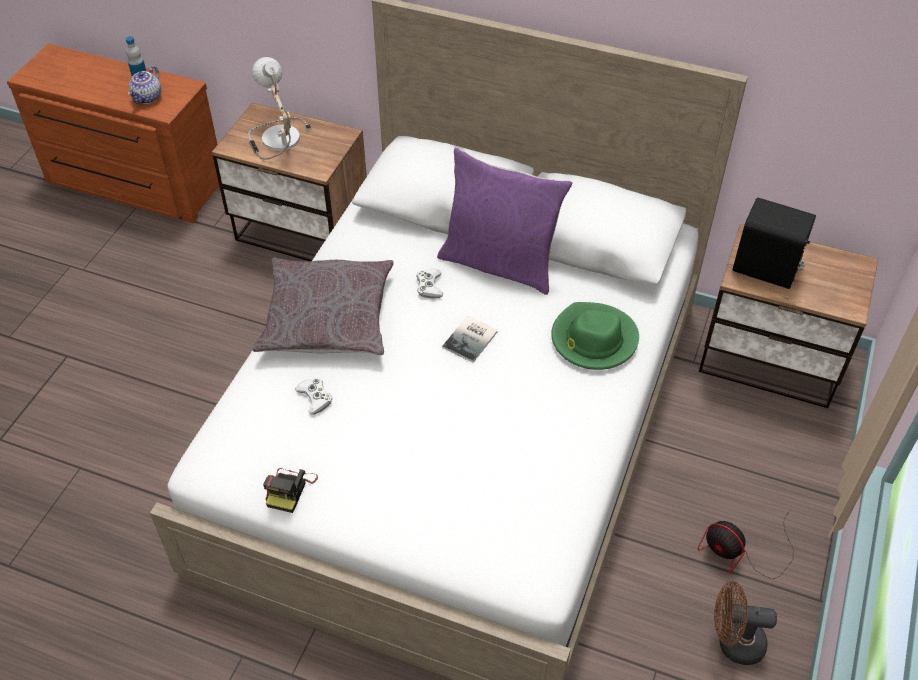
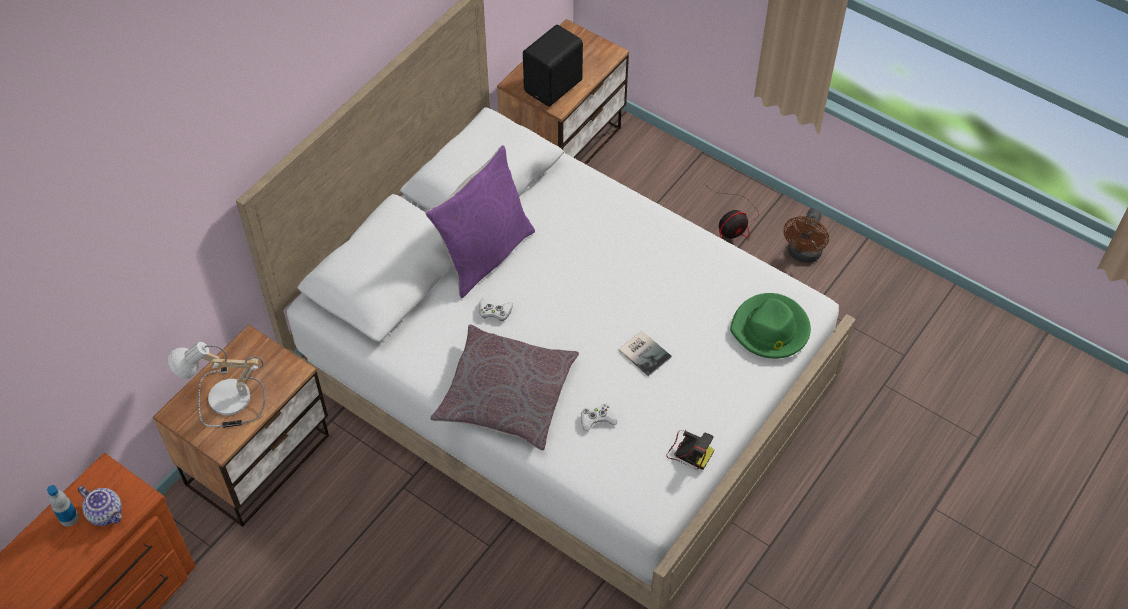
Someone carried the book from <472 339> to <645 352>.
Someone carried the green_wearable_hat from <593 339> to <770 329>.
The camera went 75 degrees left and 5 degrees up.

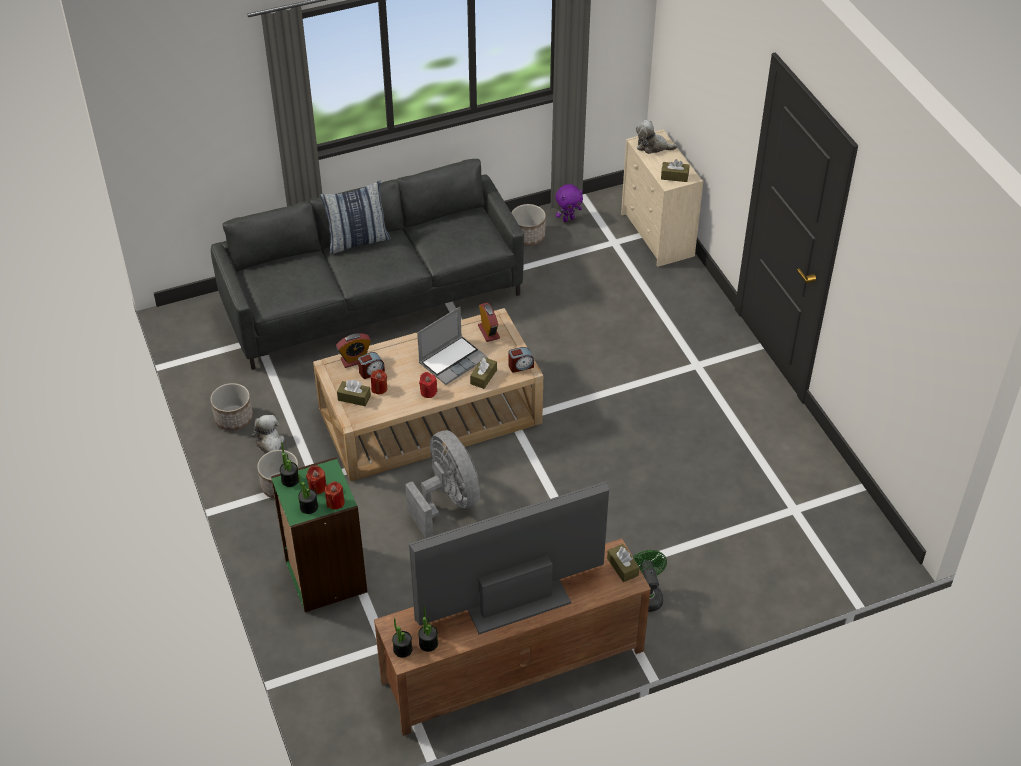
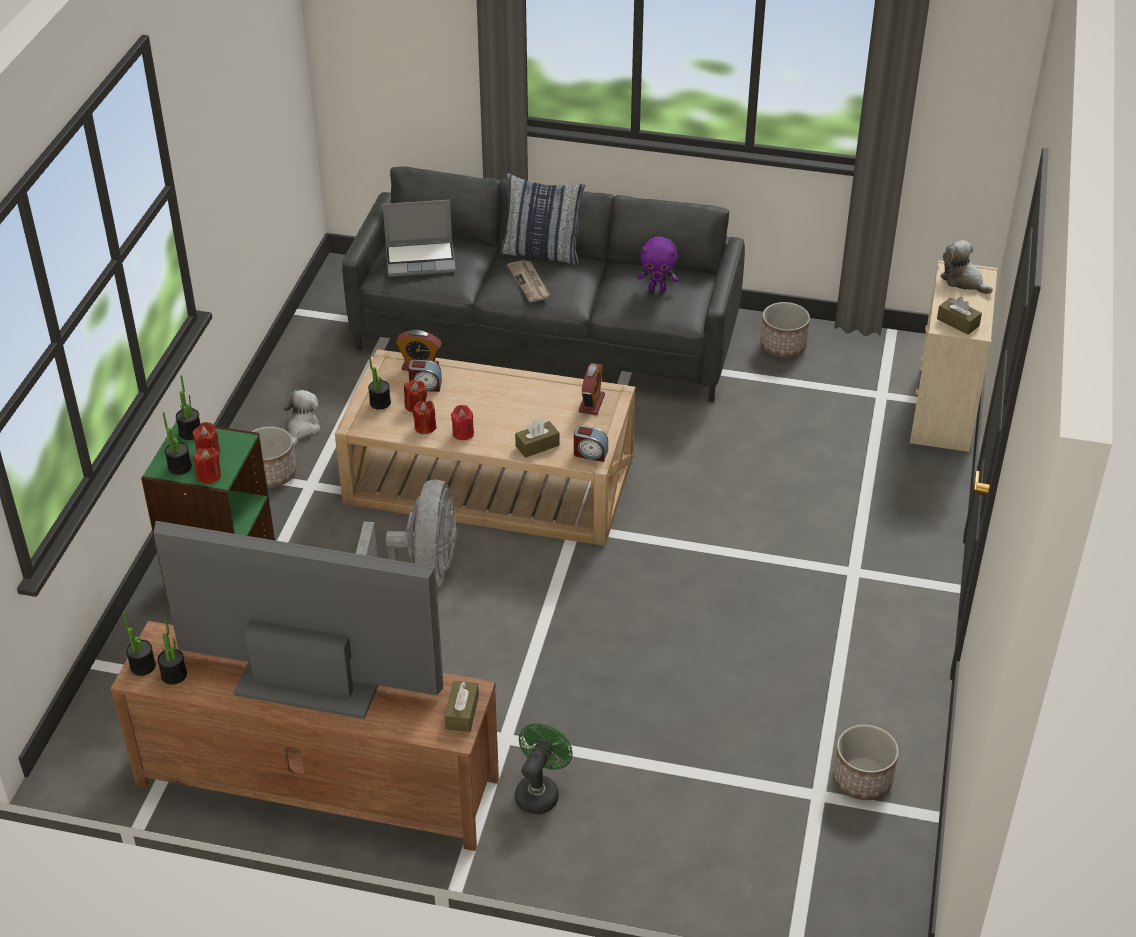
Someone put down the reddish_candle at <425 427>.
Someone put down the printed_paper at <529 283>.
Someone carried the planter from <234 418> to <862 779>.
Someone carried the laptop from <453 360> to <421 259>.
Someone carried the purple_plush_toy from <568 219> to <657 289>.
Someone swapped the brown-coloured_box_of_tissues at <354 398> for the potted_plant at <380 403>.
The camera went 35 degrees right and 5 degrees down.

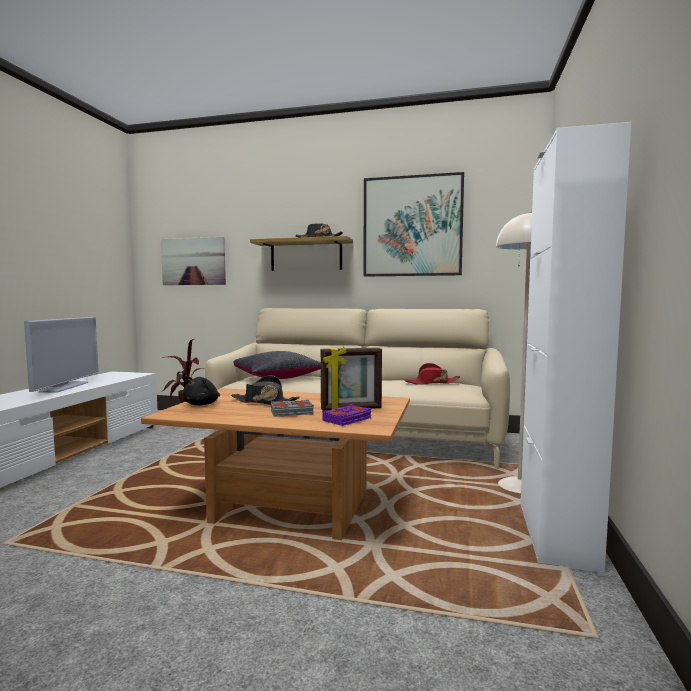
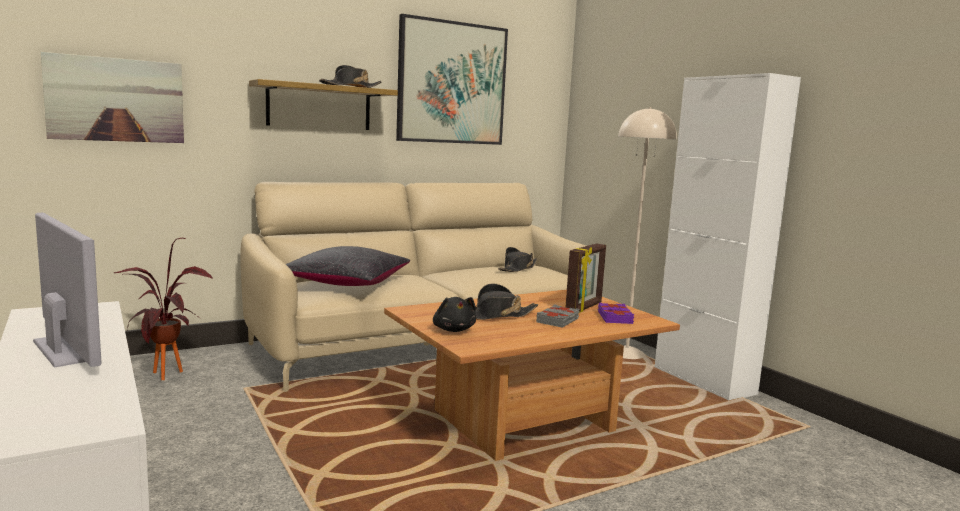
Someone repainted the reddish_wearable_hat at <432 383>, which became the black_wearable_hat at <517 268>.
The camera went 45 degrees left and 5 degrees up.

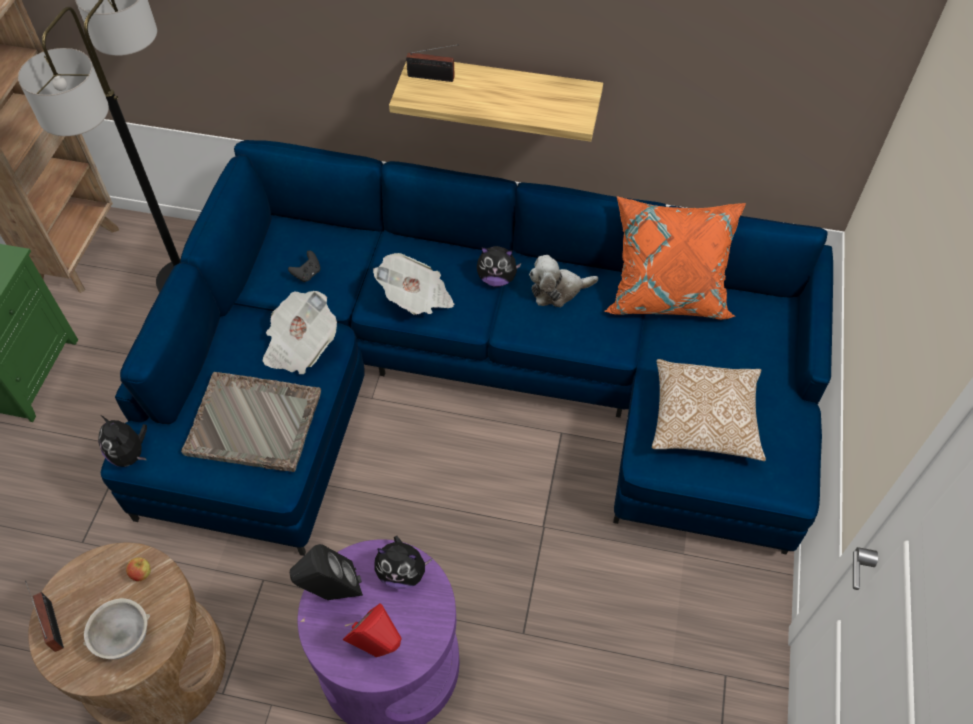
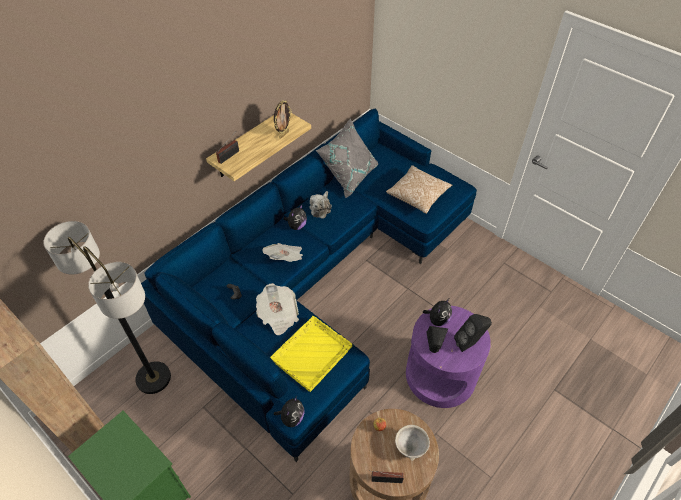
Someone put down the photo_frame at <283 134>.
Someone repainted the grey_tray at <255 423>, which became the yellowish_tray at <312 353>.
Someone repainted the reddish_speaker at <379 649>, which became the black_speaker at <469 343>.
Someone repainted the orange-coloured_pillow at <667 293>, which became the grey_pillow at <349 176>.
Someone rotated the plush_toy at <130 454> by 60 degrees counterclockwise.
The camera went 60 degrees left and 5 degrees down.

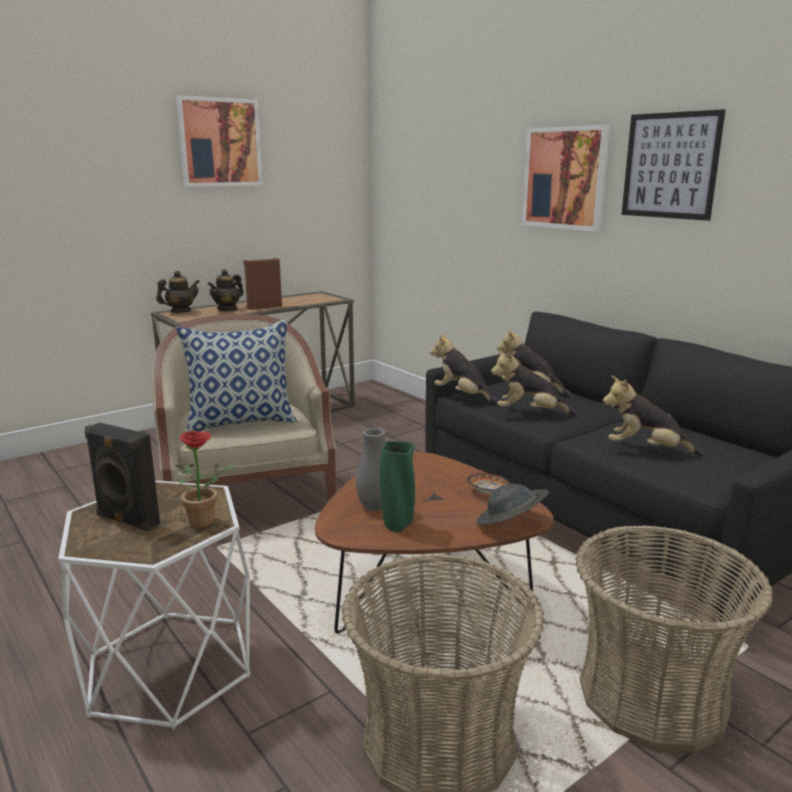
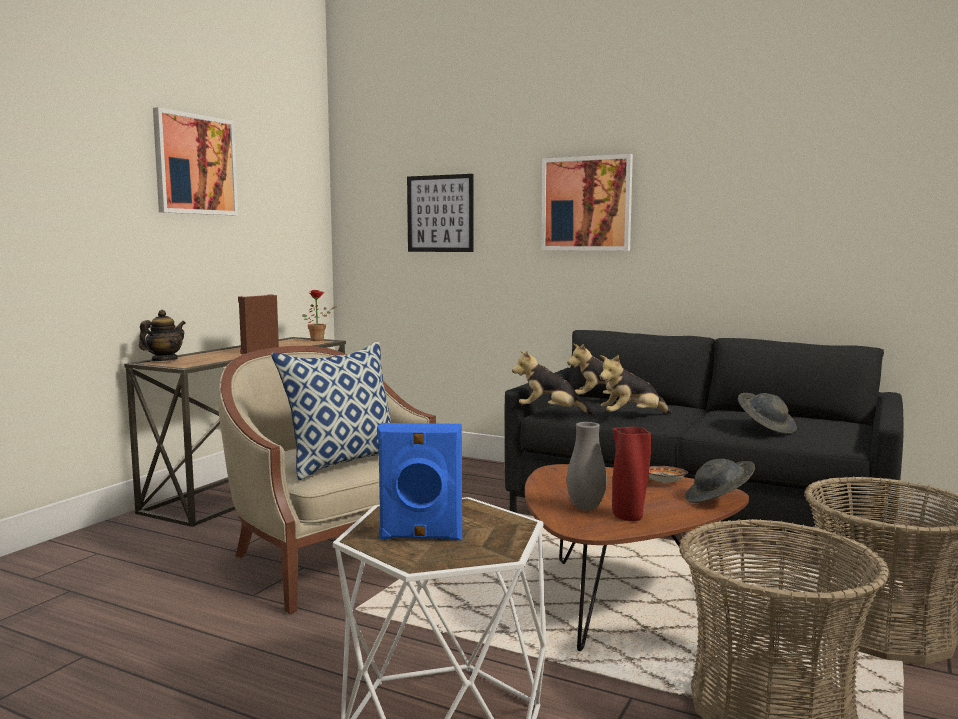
Someone took away the teapot at <227 309>.
Someone carried the potted_plant from <207 521> to <319 340>.
Someone carried the wall_art from <670 166> to <440 213>.
Someone swapped the plush_toy at <646 450> for the grey_wearable_hat at <766 428>.
Someone repainted the black_speaker at <126 521>, which became the blue-coloured_speaker at <421 537>.
Someone repainted the green_decorative_vase at <397 526>, which became the reddish_decorative_vase at <629 517>.
The camera went 25 degrees left and 10 degrees down.

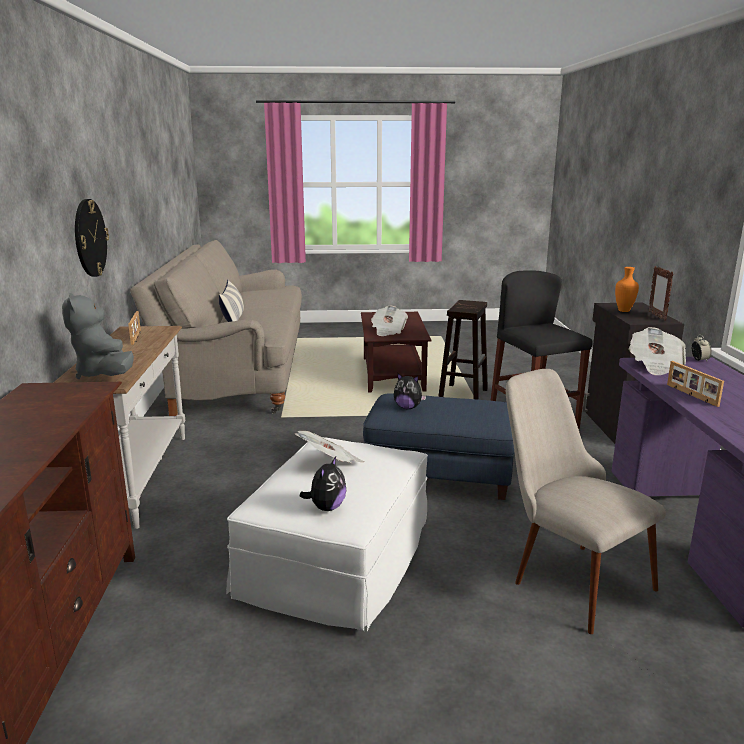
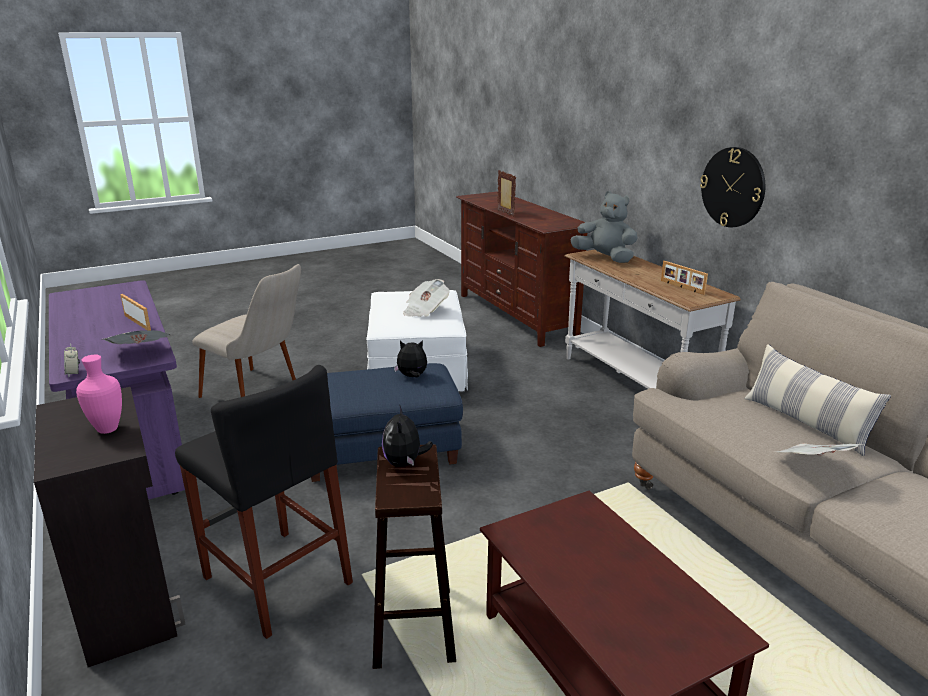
Someone carried the plush_toy from <326 507> to <405 463>.
Someone carried the printed_paper from <388 331> to <813 466>.
Someone carried the photo_frame from <657 316> to <505 213>.
Someone repainted the orange-coloured_decorative_vase at <624 311>, which became the pink-coloured_decorative_vase at <107 429>.
The camera went 155 degrees right and 5 degrees up.

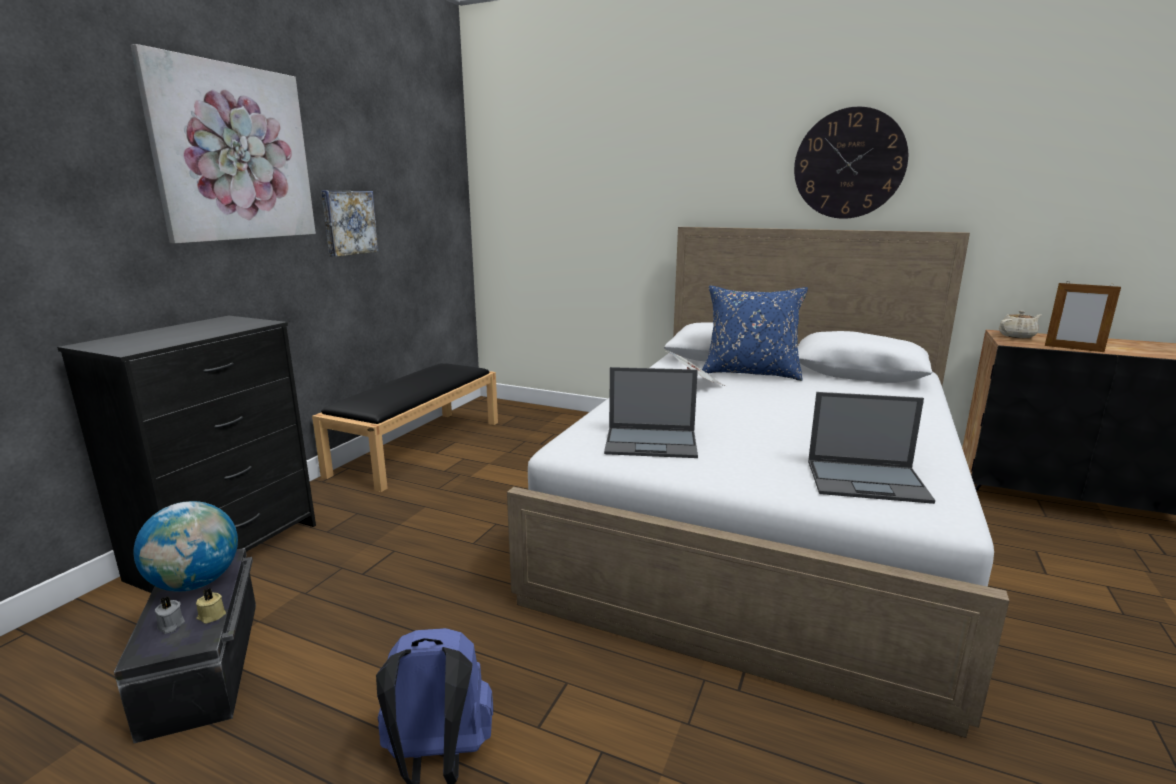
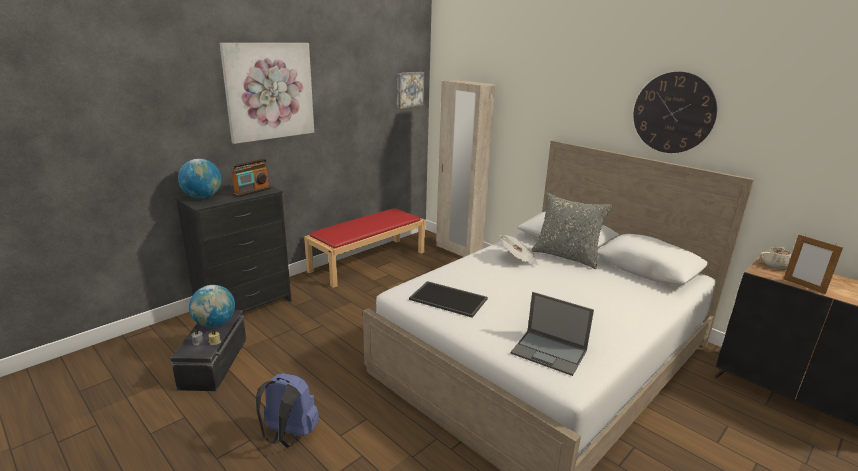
Someone put down the world_globe at <203 197>.
Someone put down the radio_set at <251 191>.
Someone put down the beige_armoire at <458 250>.
Someone carried the wall_art from <348 222> to <409 89>.
Someone swapped the laptop at <652 443> for the tray at <449 299>.
Someone repainted the black_long_seat at <419 446>, which became the reddish_long_seat at <368 261>.
Someone repainted the blue-coloured_pillow at <750 373>, which became the grey_pillow at <566 256>.
The camera went 20 degrees right and 5 degrees up.

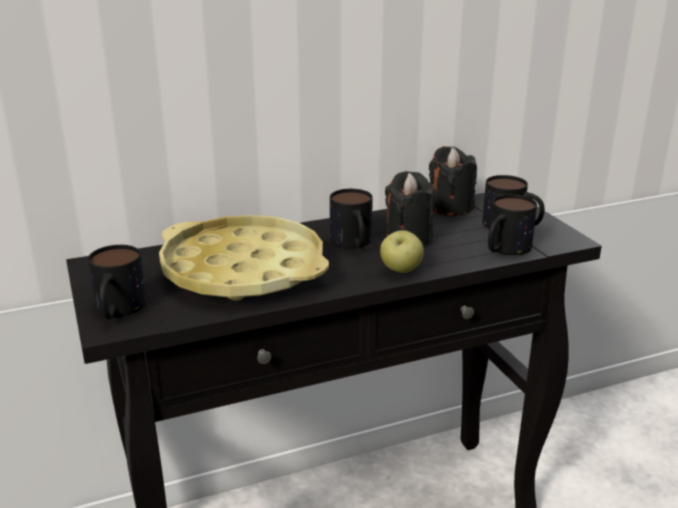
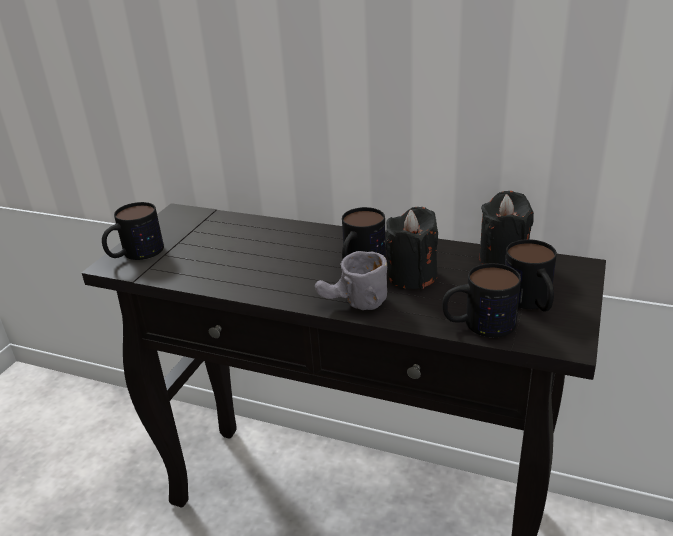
Someone took away the yellowish_tray at <243 270>.
Someone swapped the whole_apple at <401 271> for the grey_tea_mug at <353 304>.
The camera went 45 degrees right and 5 degrees up.

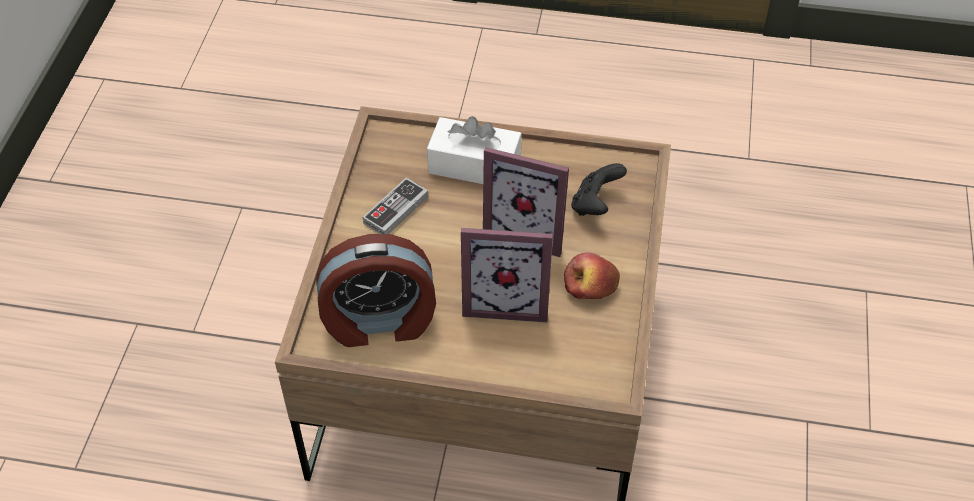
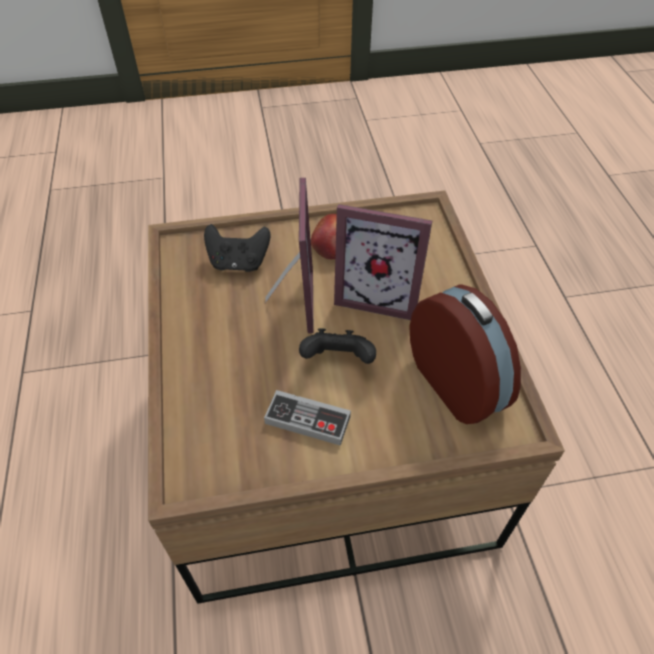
Someone took away the whitish_box_of_tissues at <474 165>.
Someone put down the black_game_controller at <338 360>.
Someone rotated the photo_frame at <506 299> by 120 degrees clockwise.
The camera went 110 degrees left and 0 degrees up.

